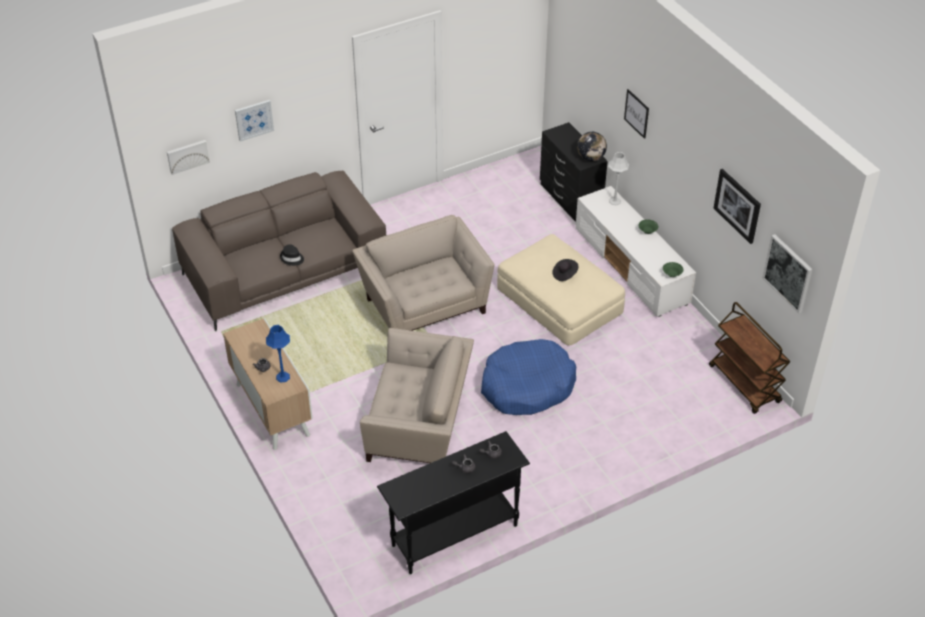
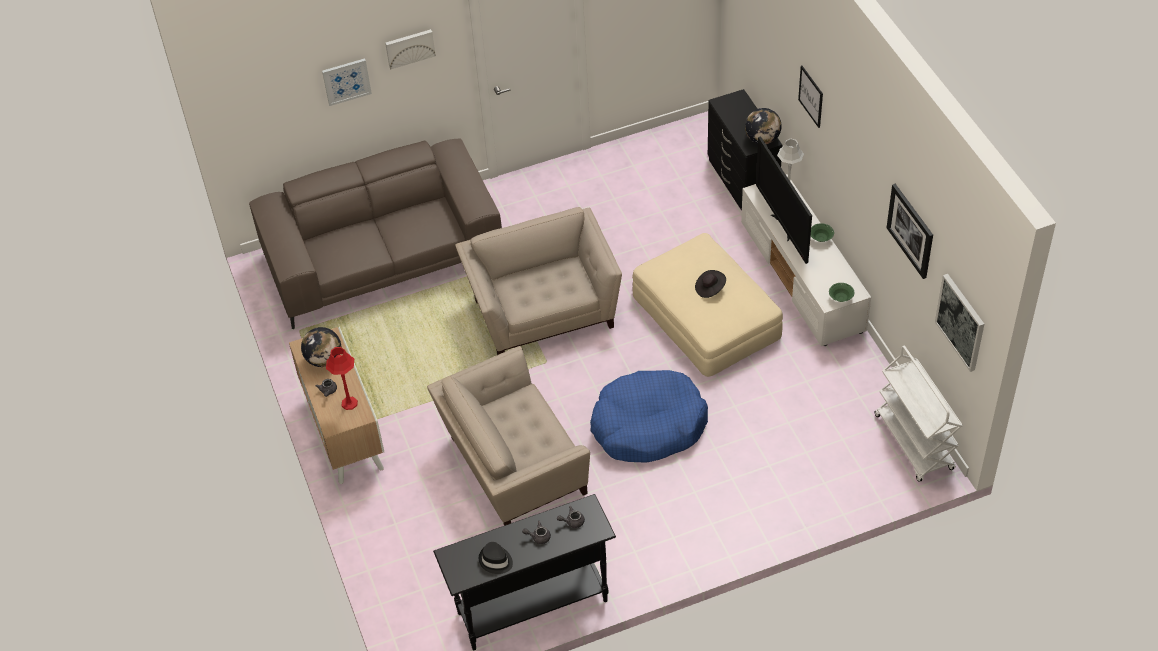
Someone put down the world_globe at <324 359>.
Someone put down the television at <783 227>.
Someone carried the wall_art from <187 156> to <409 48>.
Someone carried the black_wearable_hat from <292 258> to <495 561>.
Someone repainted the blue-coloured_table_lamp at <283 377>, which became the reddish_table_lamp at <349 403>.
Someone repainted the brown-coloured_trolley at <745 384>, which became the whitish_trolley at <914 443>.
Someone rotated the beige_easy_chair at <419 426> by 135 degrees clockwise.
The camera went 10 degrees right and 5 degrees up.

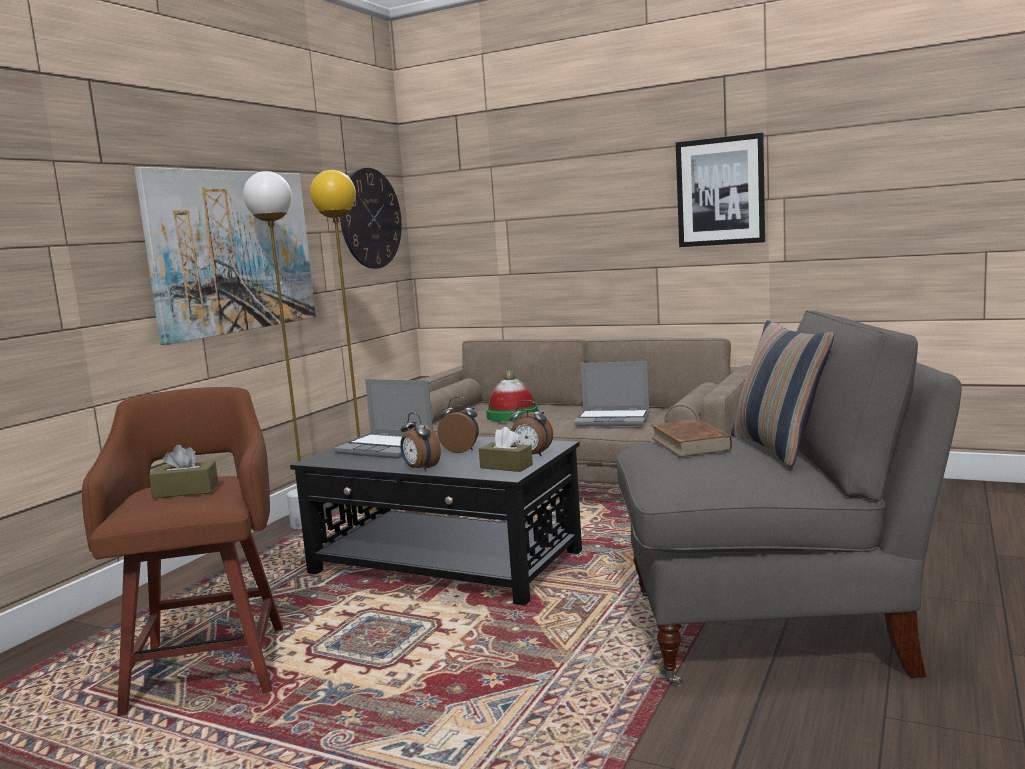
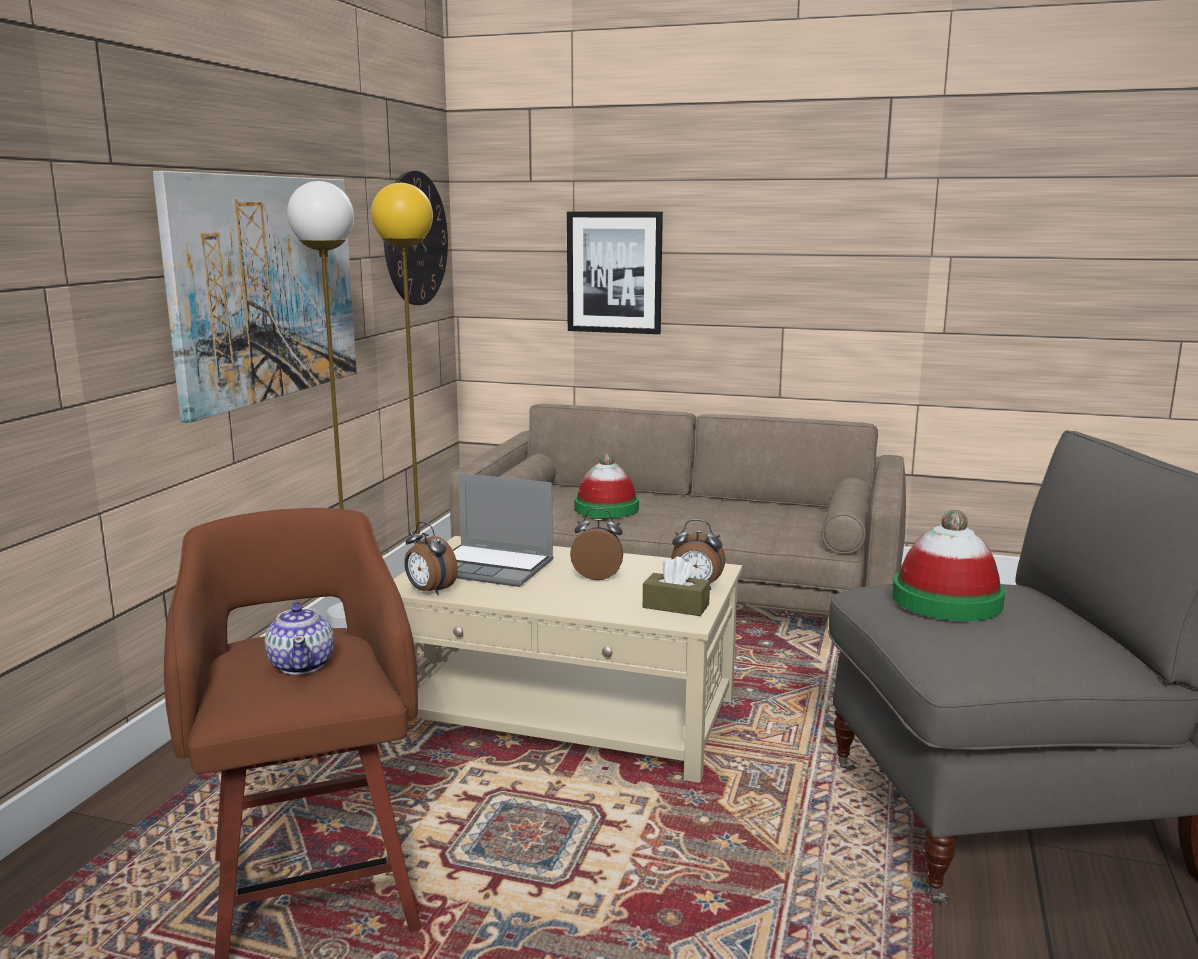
Someone took away the laptop at <613 420>.
Someone took away the pillow at <777 448>.
Someone carried the alarm_clock from <420 469> to <429 591>.
Someone carried the wall_art from <720 191> to <614 272>.
Someone swapped the brown-coloured_box_of_tissues at <186 491> for the teapot at <302 664>.
Someone swapped the brown-coloured_book at <690 444> for the wearable_hat at <946 600>.
Someone repainted the black_low_table at <446 563>, which became the beige_low_table at <567 715>.
The camera went 10 degrees left and 5 degrees up.

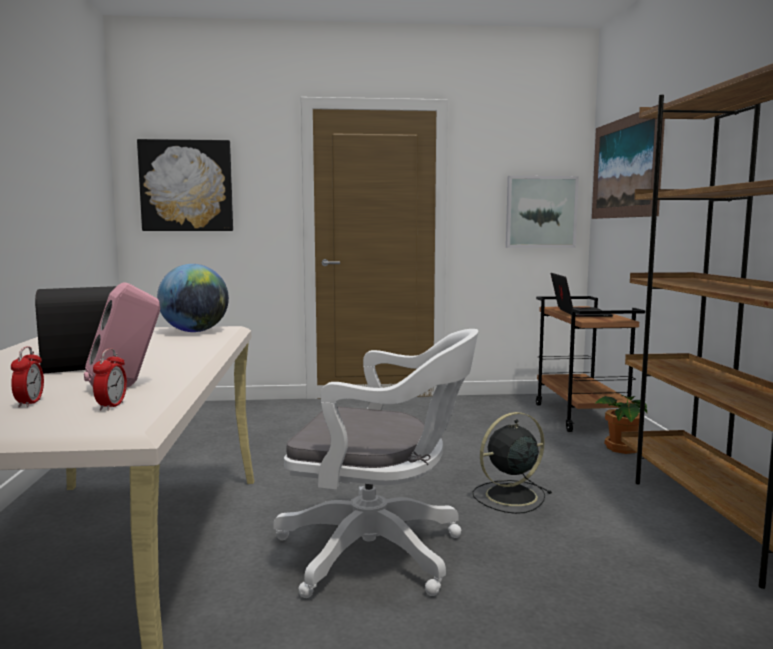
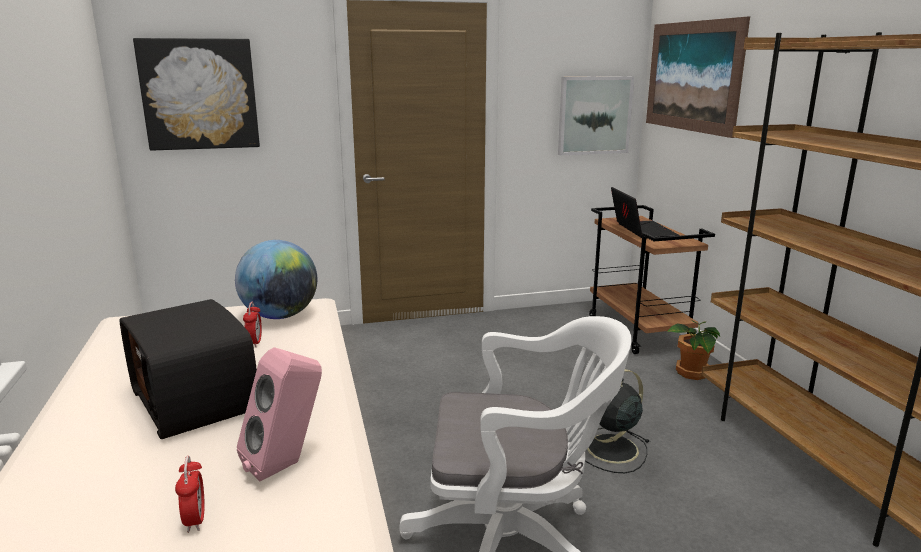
Someone carried the alarm_clock from <111 406> to <255 343>.
The camera went 10 degrees left and 10 degrees up.

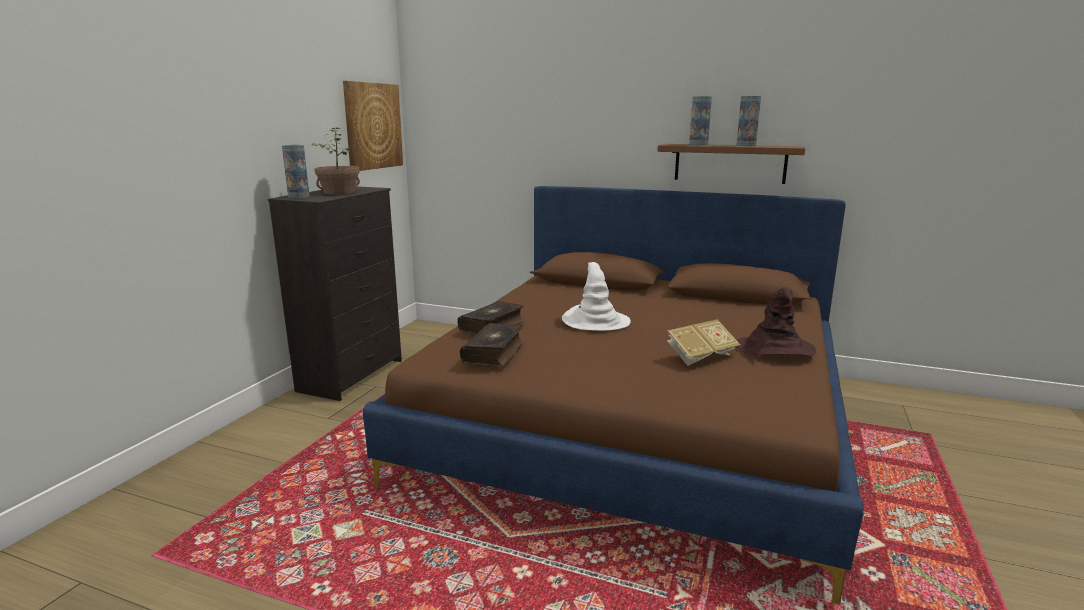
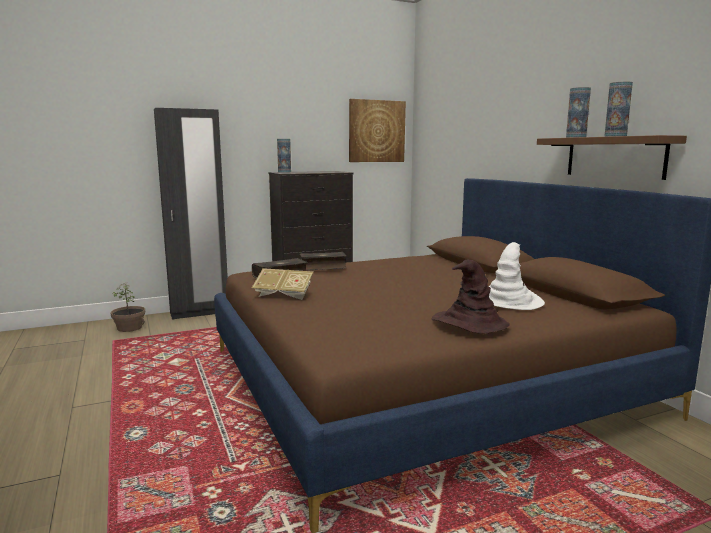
Someone put down the black_armoire at <200 313>.
Someone carried the potted_plant from <339 192> to <130 328>.
Someone carried the whitish_wearable_hat from <595 321> to <509 300>.
Someone carried the book from <700 356> to <283 295>.
The camera went 45 degrees right and 5 degrees down.

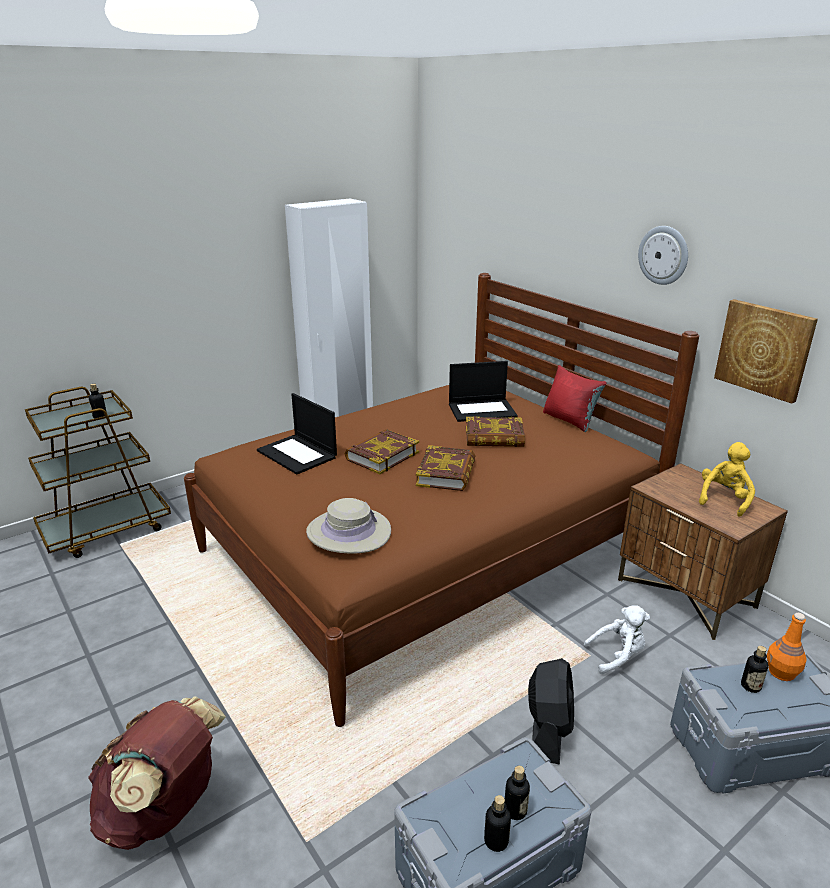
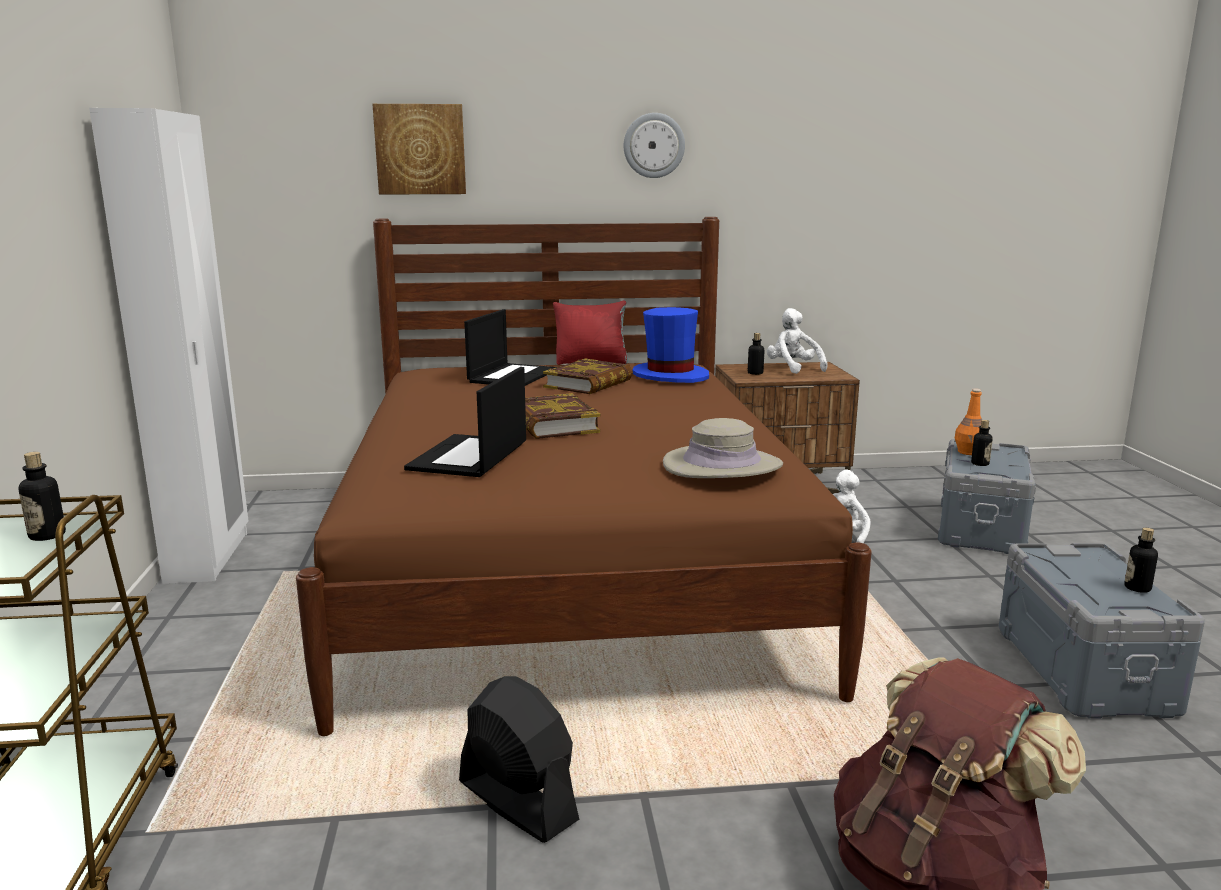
Someone took away the book at <446 473>.
Someone put down the blue-coloured_wearable_hat at <670 376>.
Someone carried the drink_bottle from <515 810> to <755 373>.
Someone carried the black_cooling_fan from <548 729> to <517 801>.
Someone carried the wall_art from <764 349> to <420 149>.
Someone repainted the yellowish_plush_toy at <724 499>, which became the whitish_plush_toy at <793 368>.
Someone rotated the laptop at <298 454> by 120 degrees clockwise.
The camera went 60 degrees left and 10 degrees down.

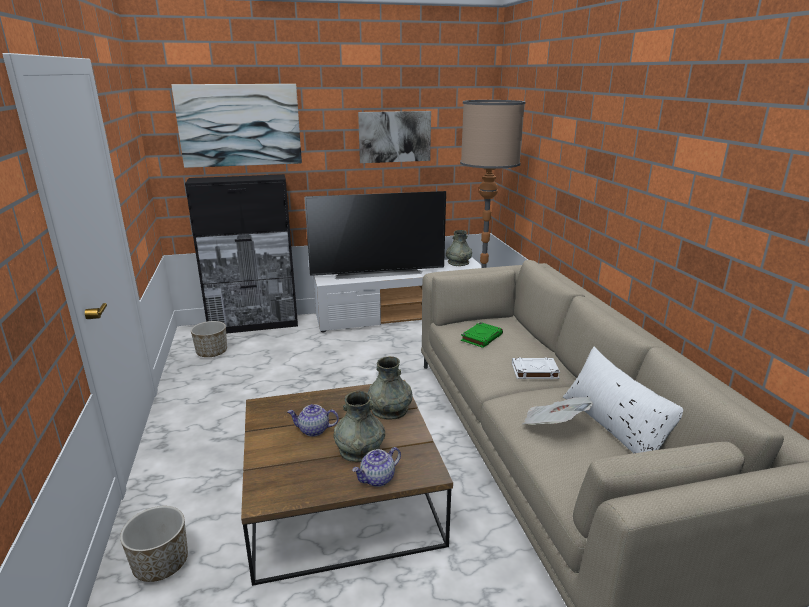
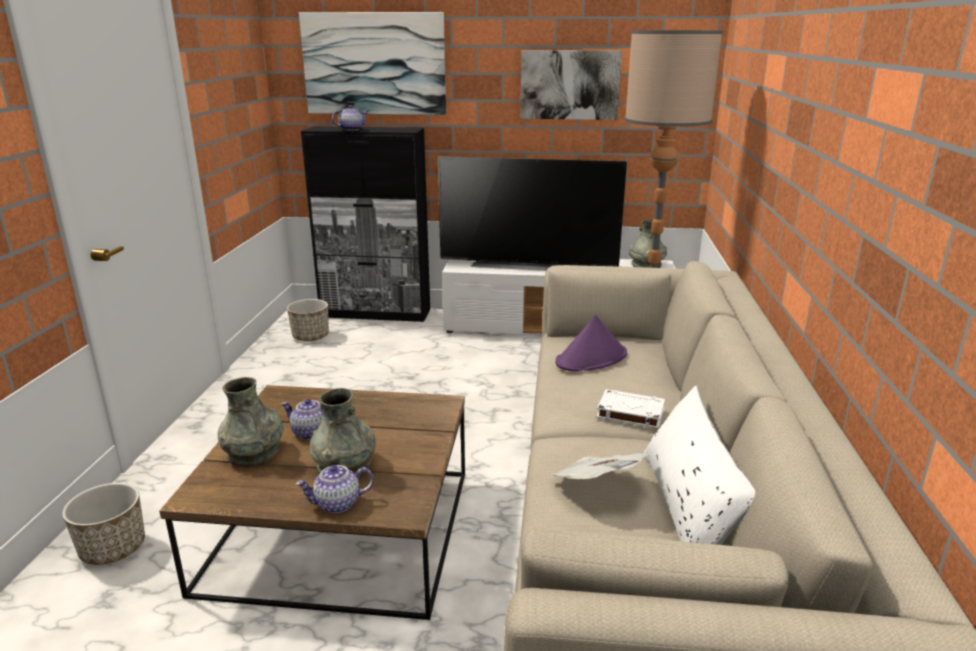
Someone put down the teapot at <351 129>.
Someone carried the grey_decorative_vase from <390 409> to <254 452>.
Someone swapped the green_book at <481 337> for the purple_wearable_hat at <591 358>.
The camera went 20 degrees right and 0 degrees up.

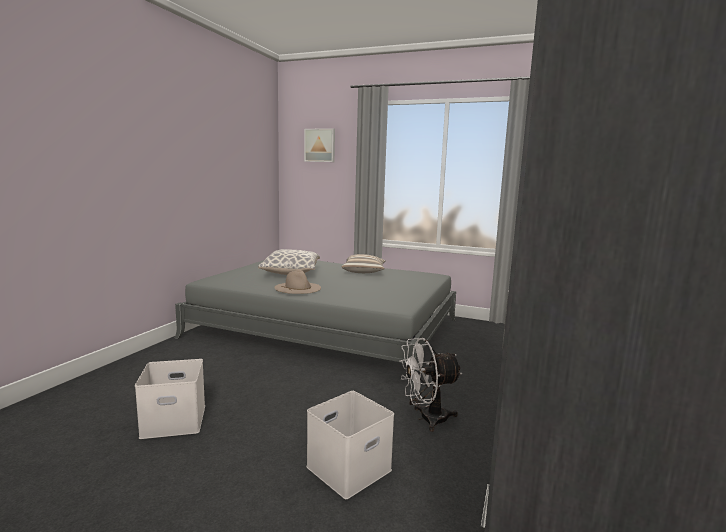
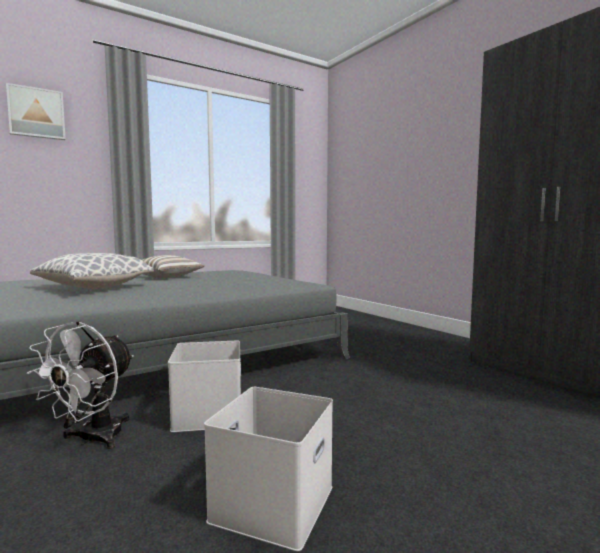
Someone took away the beige_wearable_hat at <298 287>.
Someone carried the whitish_storage_bin from <348 469> to <210 414>.
Someone carried the whitish_cooling_fan from <426 419> to <92 439>.
The camera went 55 degrees left and 5 degrees down.

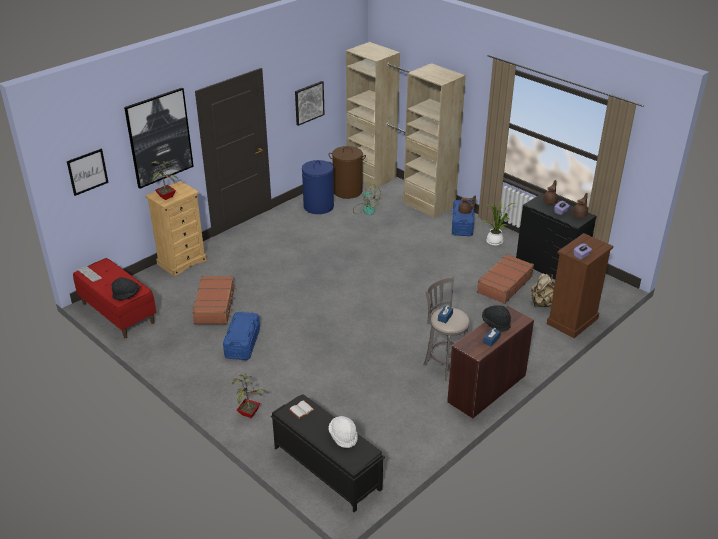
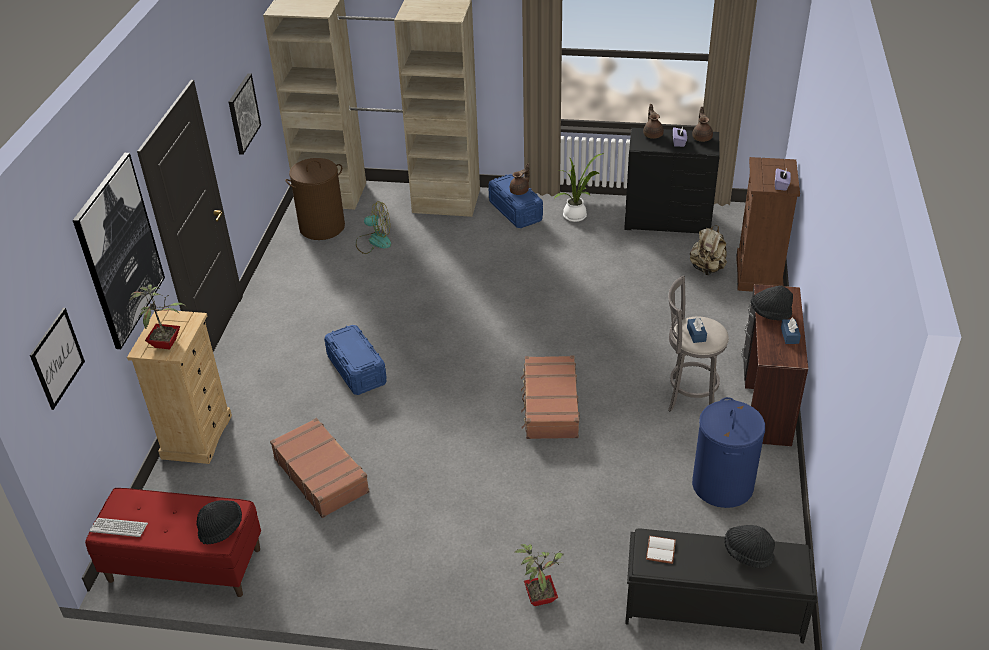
Someone carried the blue-coloured_storage_bin from <242 343> to <356 370>.
Someone carried the blue-coloured_washing_basket from <318 206> to <722 485>.
Someone carried the brown-coloured_piece_of_luggage from <504 284> to <550 405>.
Someone repainted the whitish_wearable_hat at <343 436>, which became the black_wearable_hat at <747 553>.
The camera went 35 degrees left and 5 degrees up.

